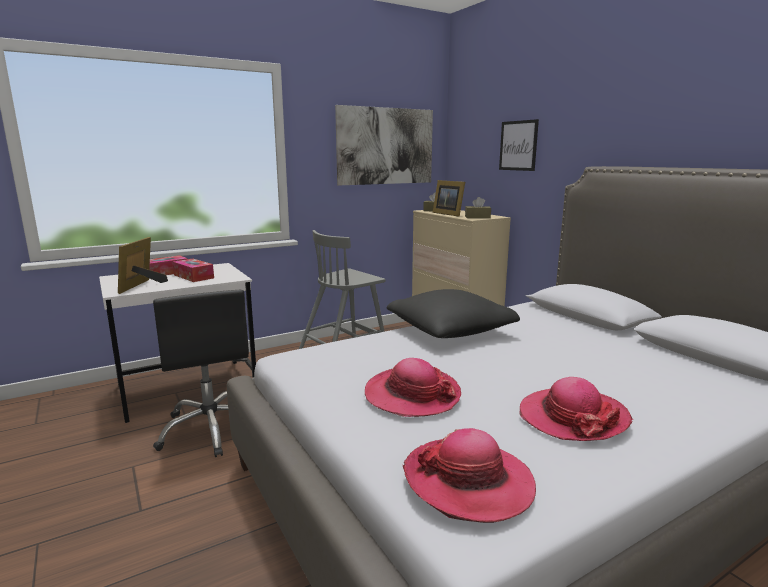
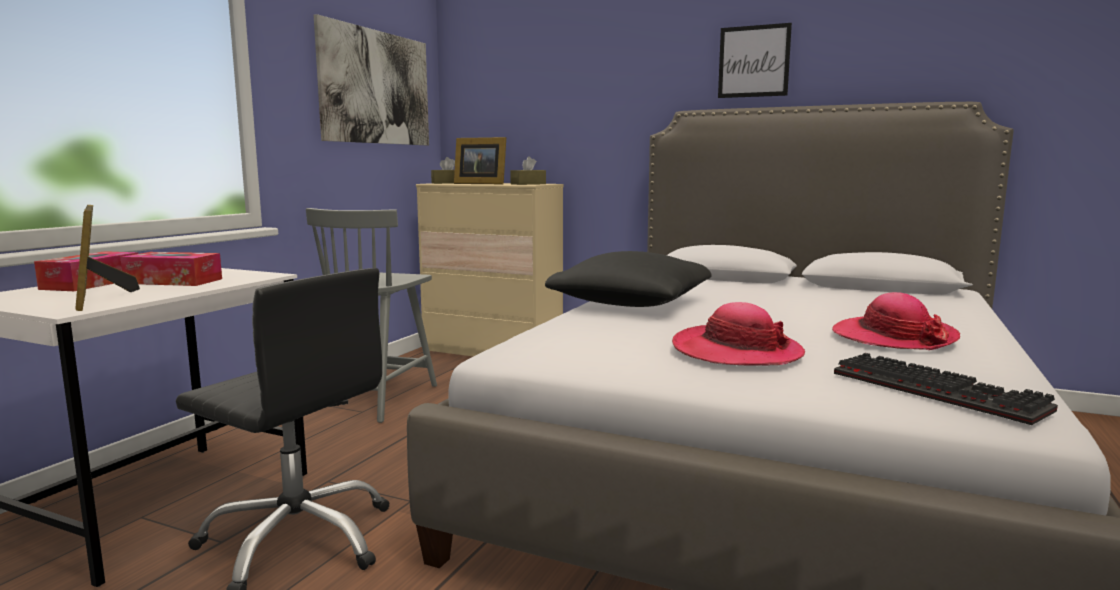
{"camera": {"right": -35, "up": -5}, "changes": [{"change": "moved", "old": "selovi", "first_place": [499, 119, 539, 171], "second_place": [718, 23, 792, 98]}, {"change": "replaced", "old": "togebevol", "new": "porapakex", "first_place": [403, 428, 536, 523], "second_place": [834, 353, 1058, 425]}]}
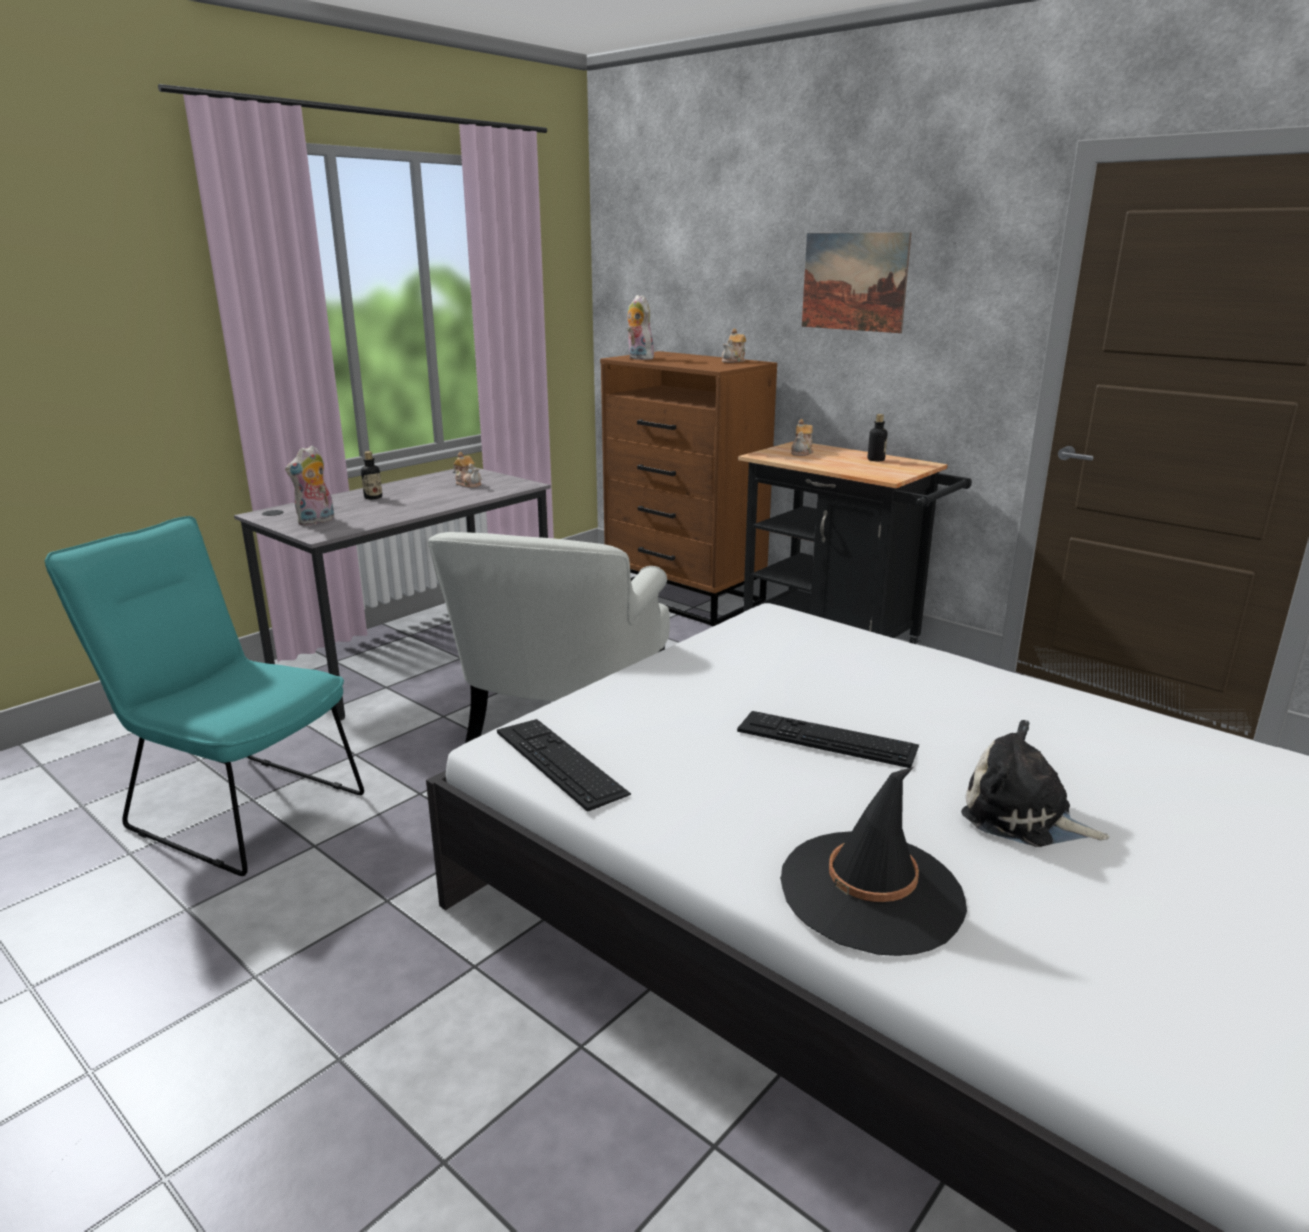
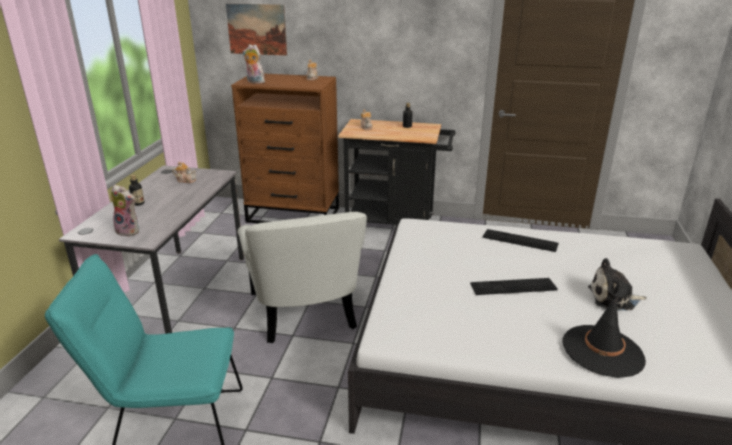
{"camera": {"right": -30, "up": 5}, "changes": [{"change": "moved", "old": "selovi", "first_place": [802, 232, 911, 333], "second_place": [226, 3, 287, 56]}, {"change": "turned", "old": "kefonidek", "first_place": [285, 445, 334, 526], "second_place": [111, 184, 139, 237], "degrees": -75}, {"change": "moved", "old": "porapakex", "first_place": [497, 719, 631, 812], "second_place": [483, 229, 559, 252]}]}
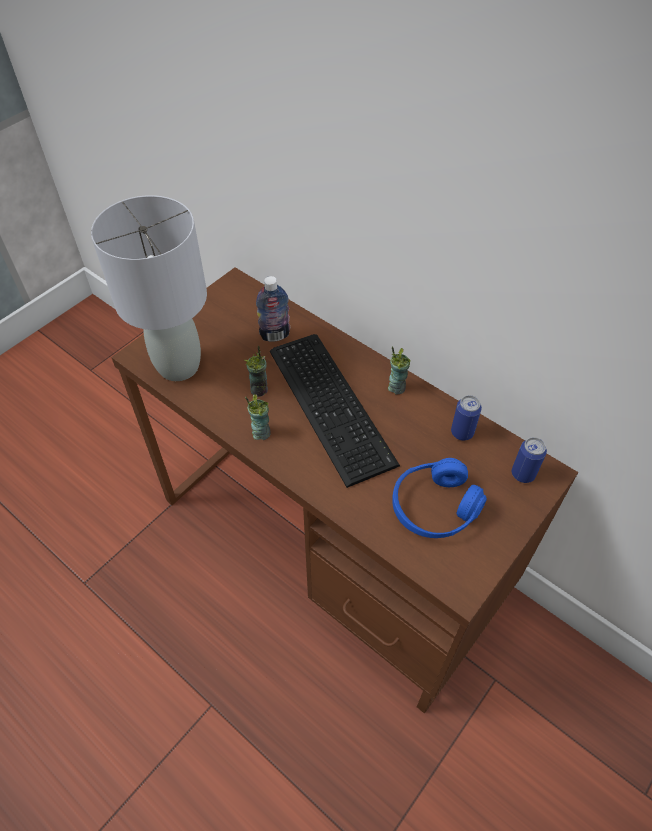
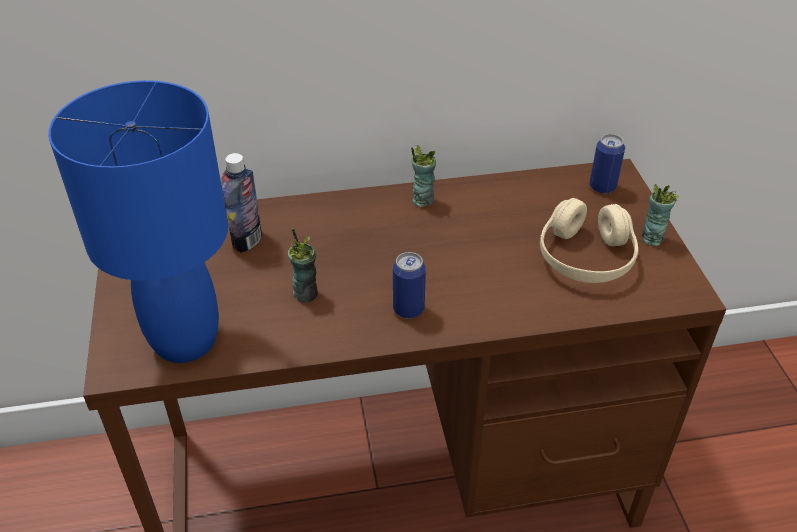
{"camera": {"right": -50, "up": -10}, "changes": [{"change": "recoloured", "old": "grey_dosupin", "new": "blue_dosupin", "first_place": [91, 195, 207, 381], "second_place": [48, 80, 228, 363]}, {"change": "removed", "old": "porapakex", "first_place": [270, 334, 400, 488]}, {"change": "moved", "old": "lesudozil", "first_place": [245, 394, 271, 440], "second_place": [642, 184, 679, 246]}, {"change": "moved", "old": "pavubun", "first_place": [451, 395, 482, 441], "second_place": [393, 252, 426, 319]}, {"change": "recoloured", "old": "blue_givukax", "new": "beige_givukax", "first_place": [392, 458, 487, 538], "second_place": [539, 198, 639, 283]}]}
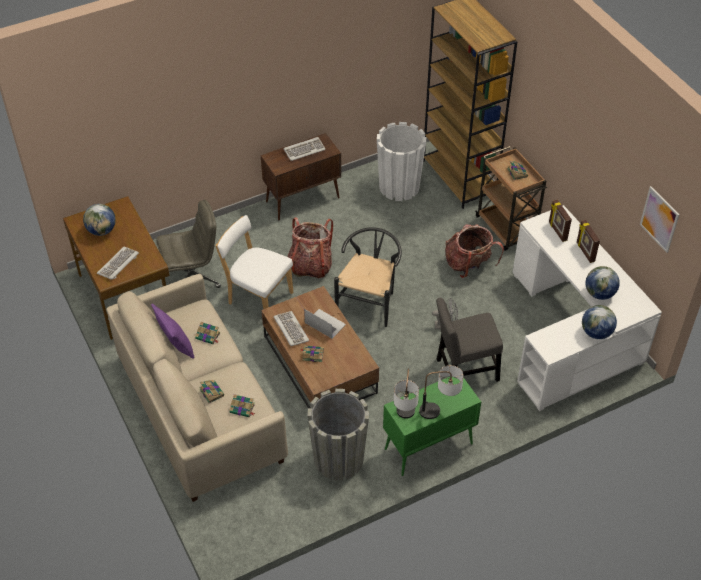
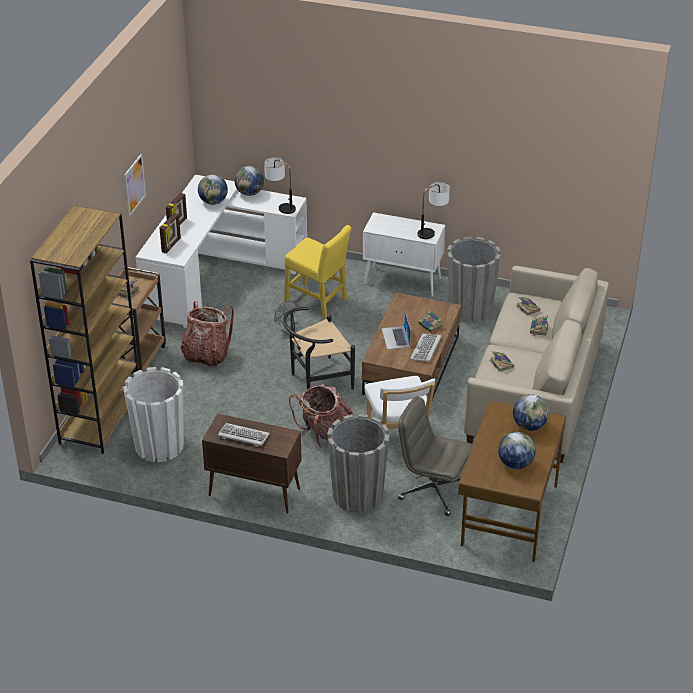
{"camera": {"right": -135, "up": -10}, "changes": [{"change": "moved", "old": "selovi", "first_place": [640, 186, 679, 253], "second_place": [124, 154, 146, 217]}, {"change": "replaced", "old": "porapakex", "new": "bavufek", "first_place": [97, 247, 139, 280], "second_place": [513, 394, 549, 431]}, {"change": "recoloured", "old": "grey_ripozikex", "new": "yellow_ripozikex", "first_place": [436, 298, 503, 382], "second_place": [284, 225, 351, 318]}, {"change": "removed", "old": "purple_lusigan", "first_place": [151, 304, 195, 359]}, {"change": "moved", "old": "dosupin", "first_place": [419, 365, 464, 419], "second_place": [264, 157, 296, 214]}, {"change": "recoloured", "old": "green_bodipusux", "new": "white_bodipusux", "first_place": [383, 377, 481, 476], "second_place": [363, 212, 445, 297]}, {"change": "added", "new": "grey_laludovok", "second_place": [327, 414, 390, 513]}]}
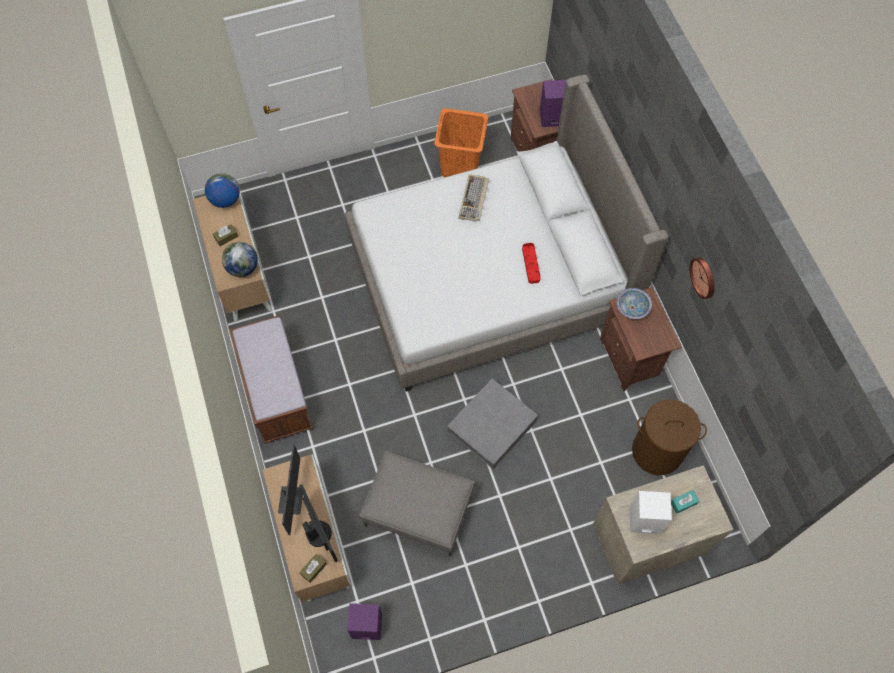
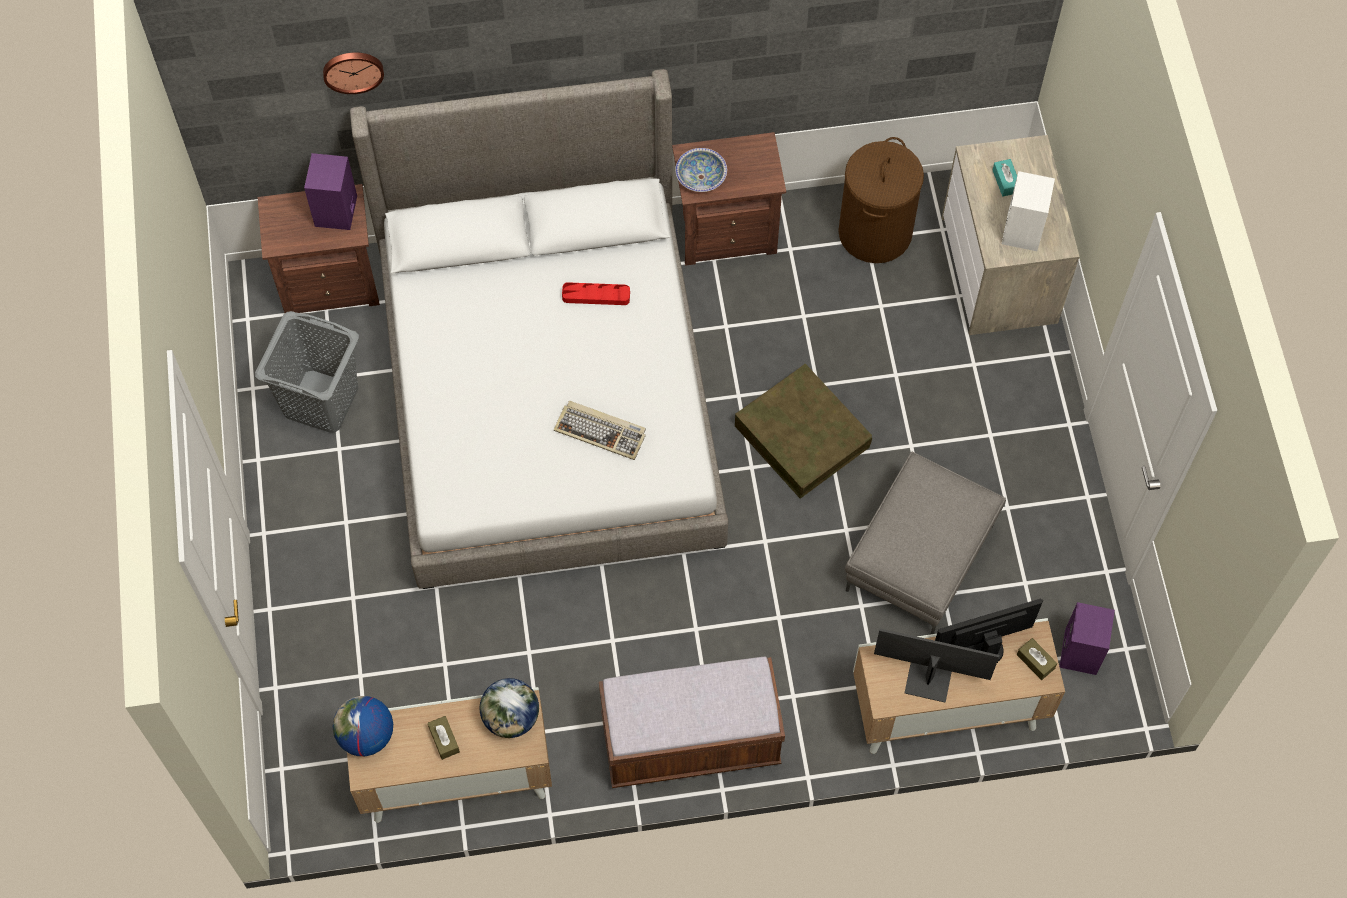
{"camera": {"right": -80, "up": 0}, "changes": [{"change": "recoloured", "old": "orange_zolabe", "new": "grey_zolabe", "first_place": [434, 108, 488, 177], "second_place": [255, 311, 359, 433]}, {"change": "moved", "old": "porapakex", "first_place": [458, 174, 489, 221], "second_place": [554, 401, 646, 460]}, {"change": "moved", "old": "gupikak", "first_place": [689, 257, 715, 299], "second_place": [323, 52, 384, 94]}, {"change": "recoloured", "old": "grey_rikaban", "new": "brown_rikaban", "first_place": [448, 378, 538, 469], "second_place": [735, 364, 872, 498]}]}
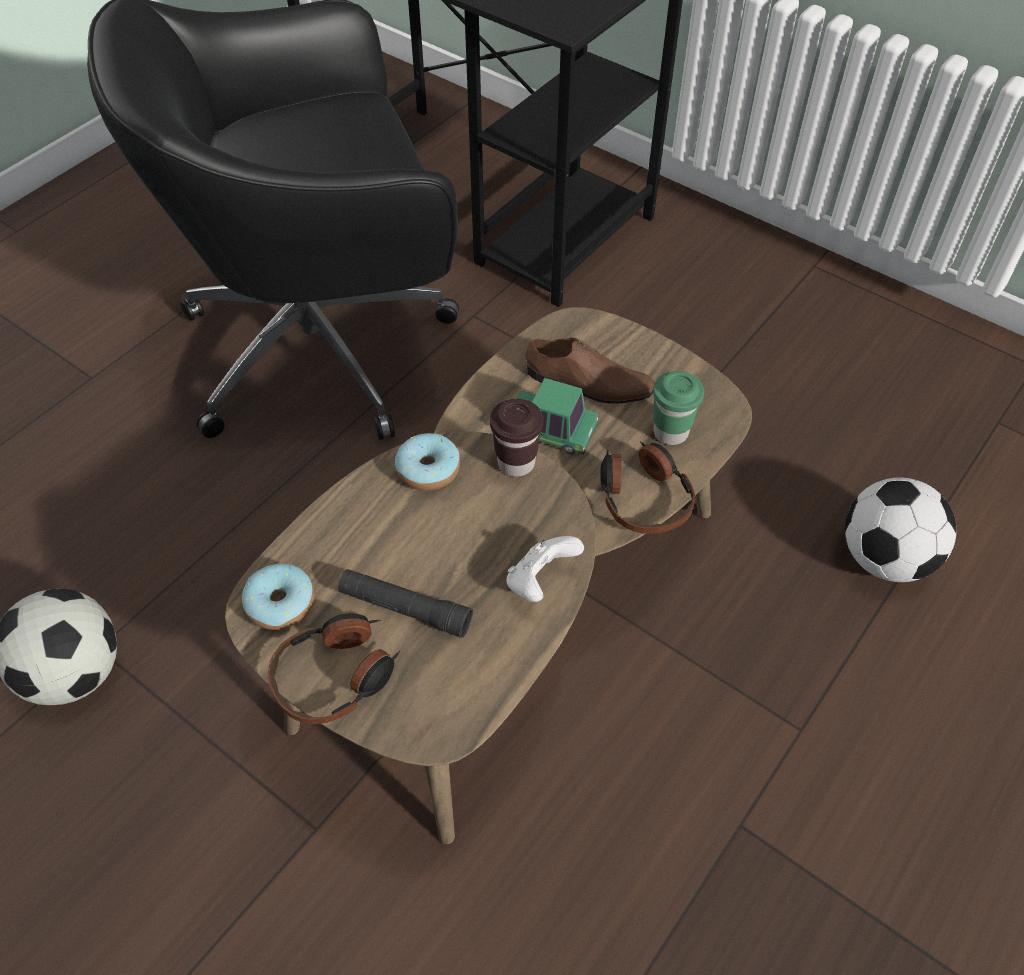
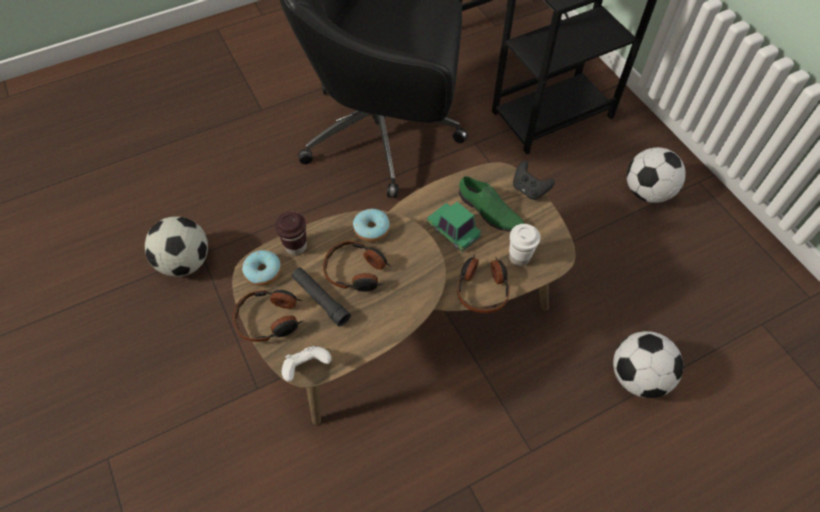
{"camera": {"right": 25, "up": 5}, "changes": [{"change": "recoloured", "old": "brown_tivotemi", "new": "green_tivotemi", "first_place": [526, 338, 655, 403], "second_place": [459, 176, 525, 232]}, {"change": "recoloured", "old": "green_lesudozil", "new": "white_lesudozil", "first_place": [653, 371, 704, 445], "second_place": [509, 224, 540, 266]}, {"change": "moved", "old": "brown_lesudozil", "first_place": [490, 399, 543, 477], "second_place": [275, 212, 307, 255]}, {"change": "moved", "old": "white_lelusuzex", "first_place": [506, 536, 584, 602], "second_place": [282, 346, 332, 382]}, {"change": "added", "new": "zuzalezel", "second_place": [627, 147, 686, 203]}, {"change": "added", "new": "black_lelusuzex", "second_place": [513, 160, 555, 200]}, {"change": "added", "new": "givukax", "second_place": [323, 241, 391, 292]}]}
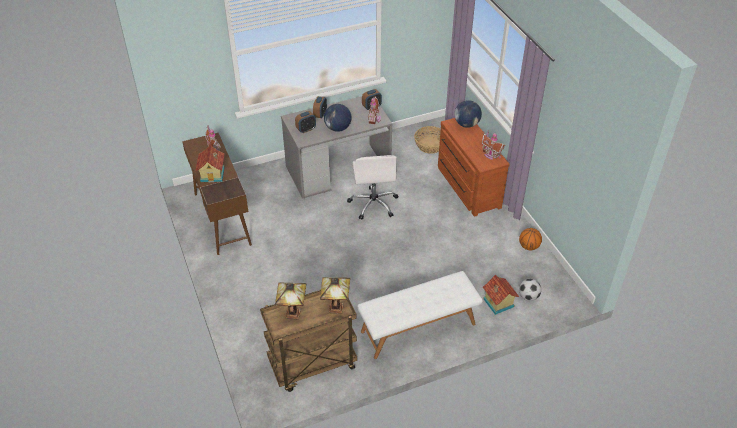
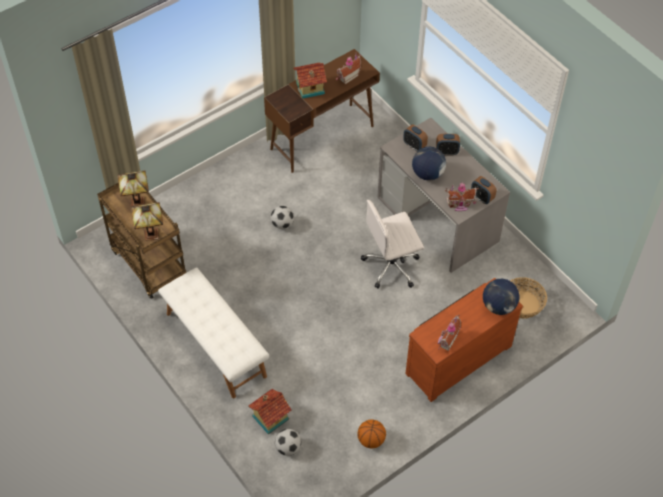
{"camera": {"right": 75, "up": 10}, "changes": [{"change": "added", "new": "zuzalezel", "second_place": [271, 206, 294, 229]}]}
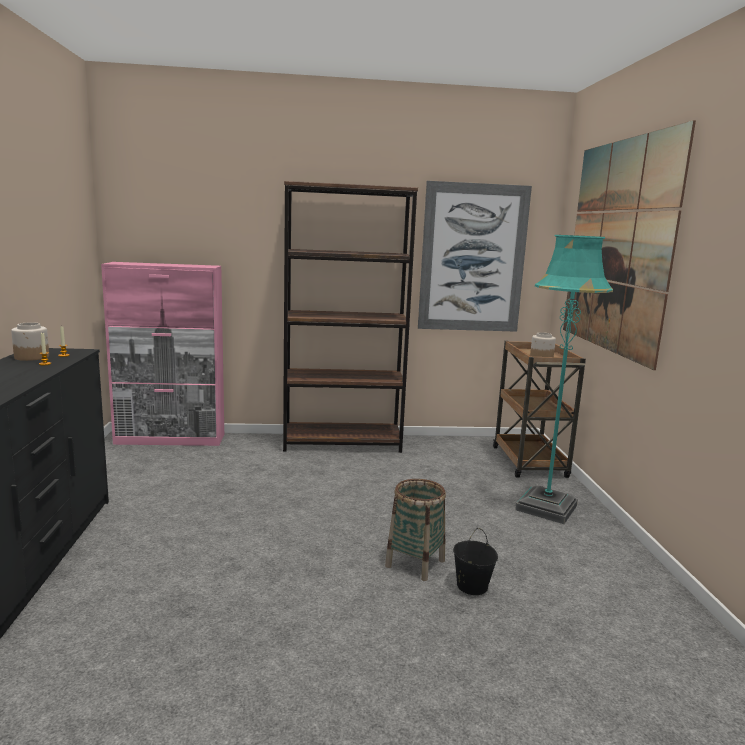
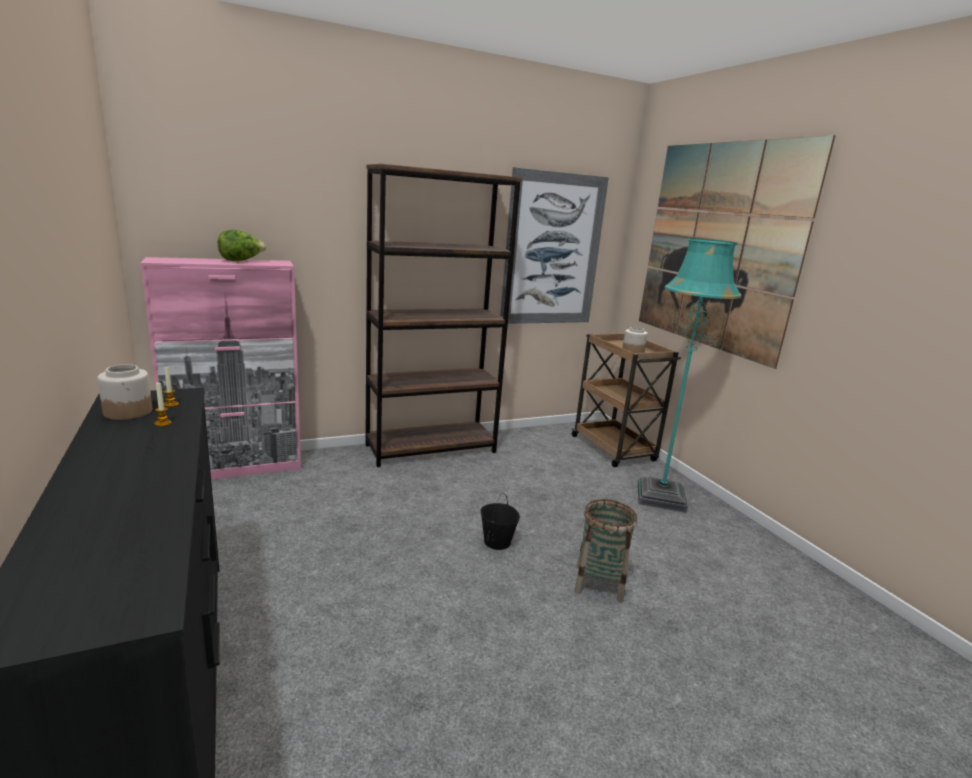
{"camera": {"right": -20, "up": 5}, "changes": [{"change": "moved", "old": "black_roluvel", "first_place": [453, 528, 498, 595], "second_place": [480, 493, 520, 550]}, {"change": "added", "new": "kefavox", "second_place": [218, 230, 267, 261]}]}
